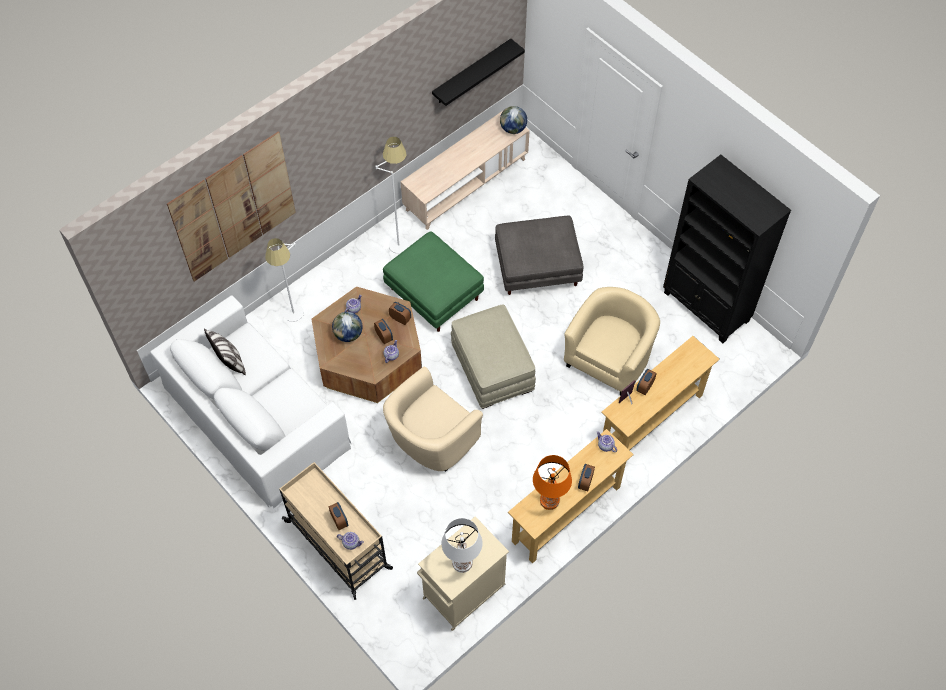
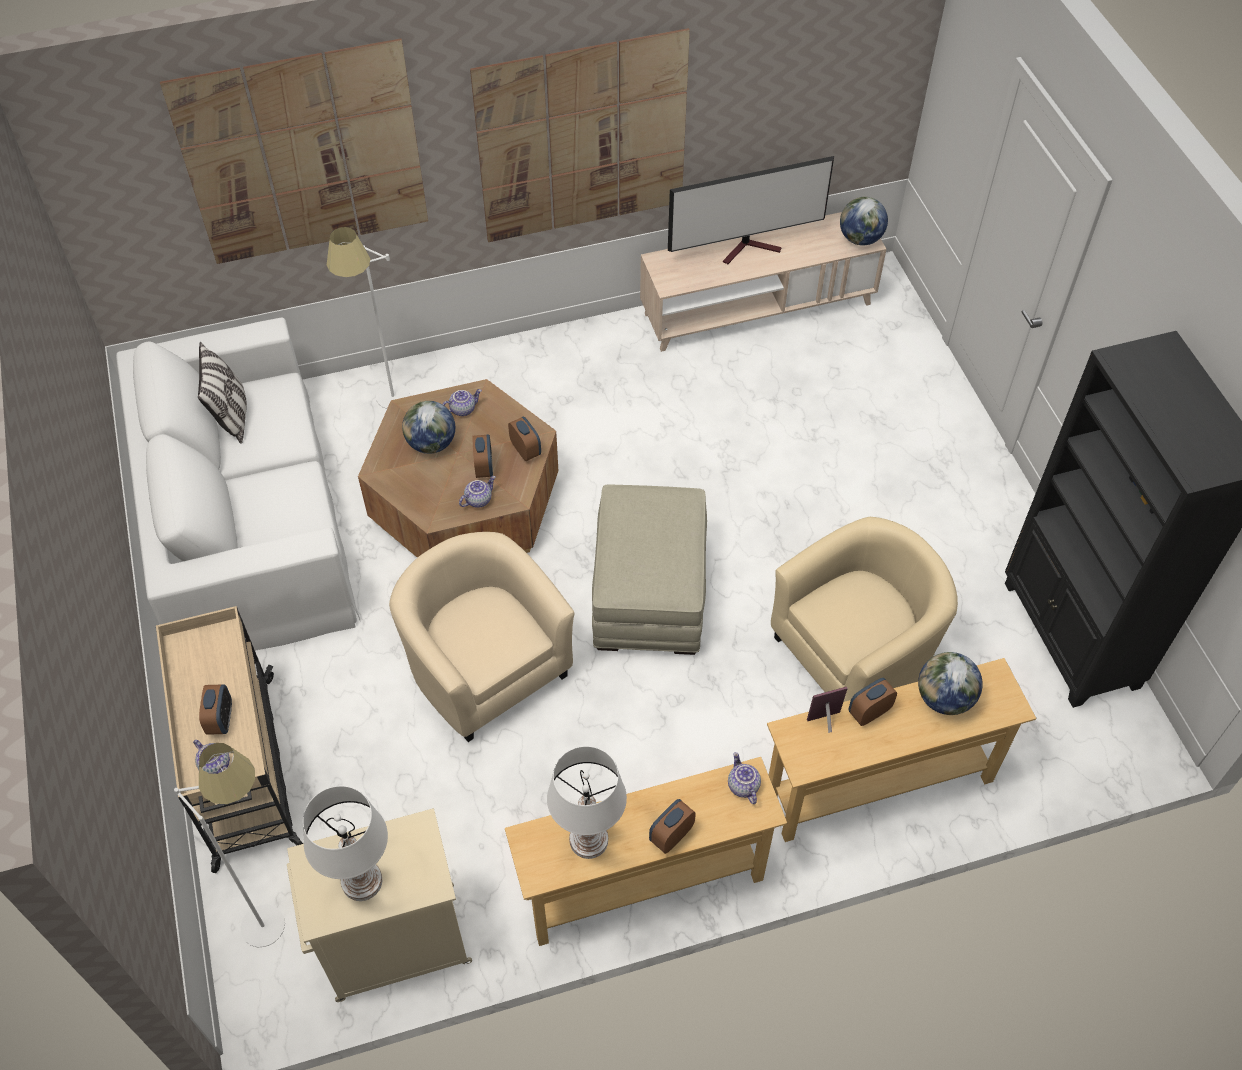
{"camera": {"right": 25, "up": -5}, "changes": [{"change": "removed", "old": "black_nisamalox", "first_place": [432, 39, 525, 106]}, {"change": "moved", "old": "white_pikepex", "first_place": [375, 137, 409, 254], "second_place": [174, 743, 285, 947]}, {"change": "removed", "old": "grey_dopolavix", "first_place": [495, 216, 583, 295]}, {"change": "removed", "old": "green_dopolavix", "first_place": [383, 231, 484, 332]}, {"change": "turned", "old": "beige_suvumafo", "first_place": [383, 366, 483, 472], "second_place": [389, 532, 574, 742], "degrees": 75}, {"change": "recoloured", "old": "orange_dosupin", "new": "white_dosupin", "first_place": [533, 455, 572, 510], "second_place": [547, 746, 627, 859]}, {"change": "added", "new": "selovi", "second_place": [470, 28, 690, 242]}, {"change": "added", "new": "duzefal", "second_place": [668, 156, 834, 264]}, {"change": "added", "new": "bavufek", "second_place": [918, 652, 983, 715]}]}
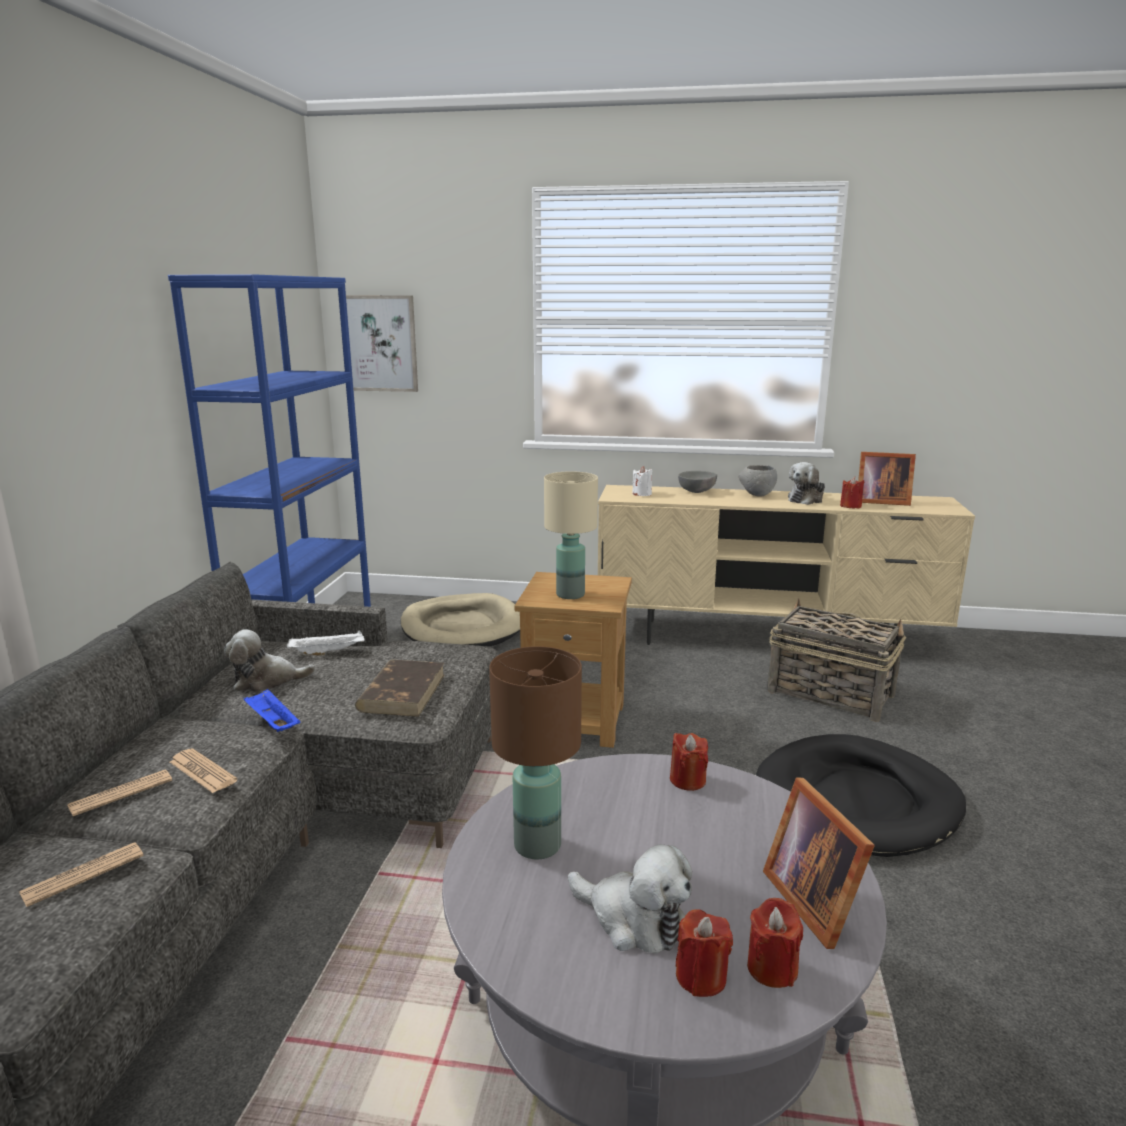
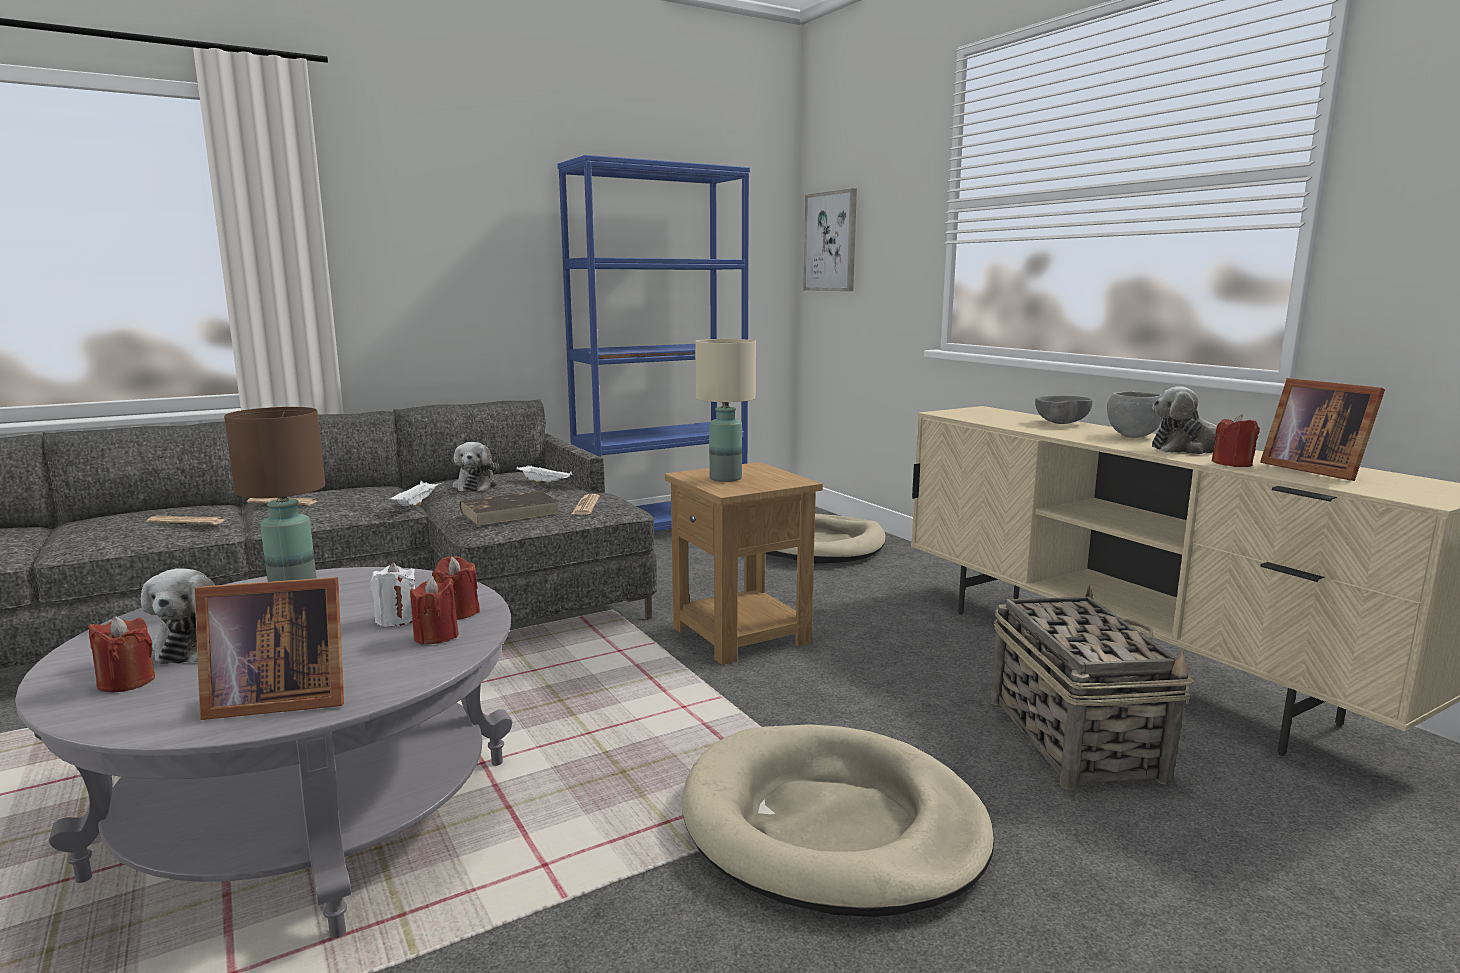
{"camera": {"right": 50, "up": -5}, "changes": [{"change": "moved", "old": "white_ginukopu", "first_place": [632, 466, 653, 496], "second_place": [370, 563, 415, 627]}, {"change": "turned", "old": "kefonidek", "first_place": [224, 629, 316, 692], "second_place": [453, 442, 499, 492], "degrees": -135}, {"change": "recoloured", "old": "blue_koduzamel", "new": "white_koduzamel", "first_place": [243, 689, 301, 732], "second_place": [389, 480, 444, 506]}, {"change": "recoloured", "old": "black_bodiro", "new": "beige_bodiro", "first_place": [756, 734, 966, 857], "second_place": [682, 724, 994, 917]}, {"change": "moved", "old": "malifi", "first_place": [170, 748, 238, 793], "second_place": [572, 494, 600, 515]}, {"change": "turned", "old": "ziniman", "first_place": [763, 777, 875, 949], "second_place": [194, 577, 344, 720], "degrees": -135}, {"change": "moved", "old": "red_ginukopu", "first_place": [747, 898, 803, 988], "second_place": [410, 576, 459, 645]}]}
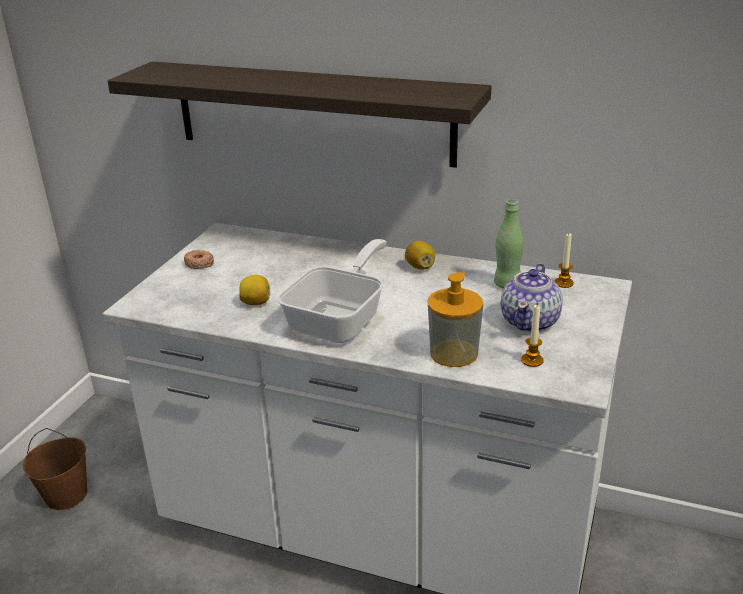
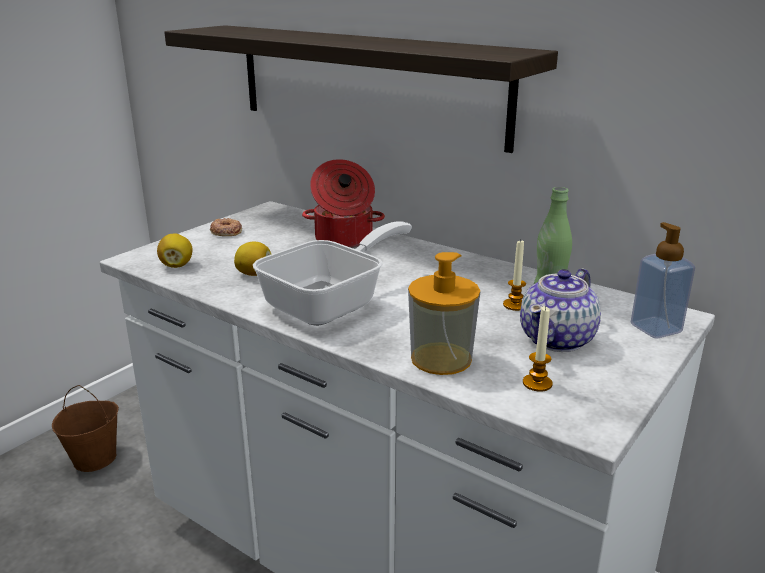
{"camera": {"right": 15, "up": -5}, "changes": [{"change": "moved", "old": "ginukopu", "first_place": [554, 233, 574, 288], "second_place": [503, 239, 526, 311]}, {"change": "moved", "old": "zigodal", "first_place": [405, 241, 435, 270], "second_place": [157, 233, 193, 268]}, {"change": "added", "new": "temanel", "second_place": [302, 159, 385, 248]}, {"change": "added", "new": "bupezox", "second_place": [631, 222, 695, 338]}]}
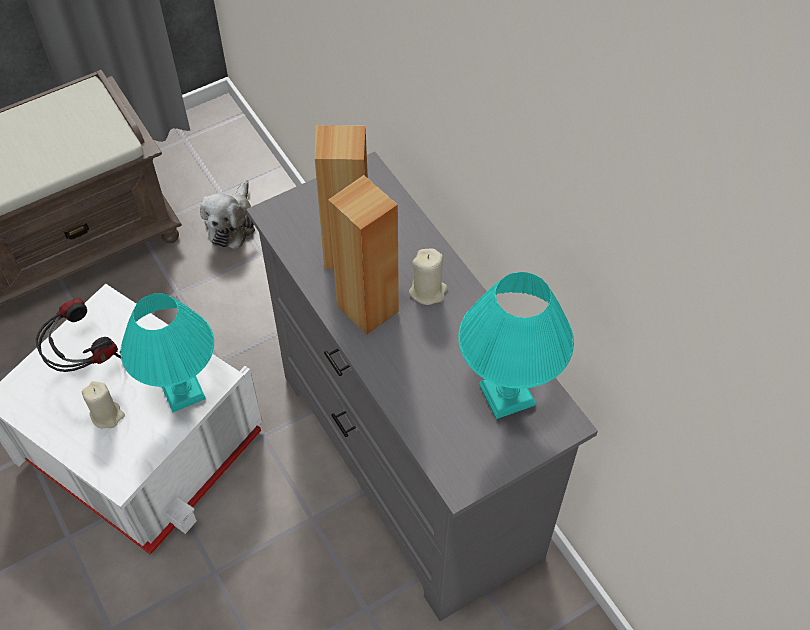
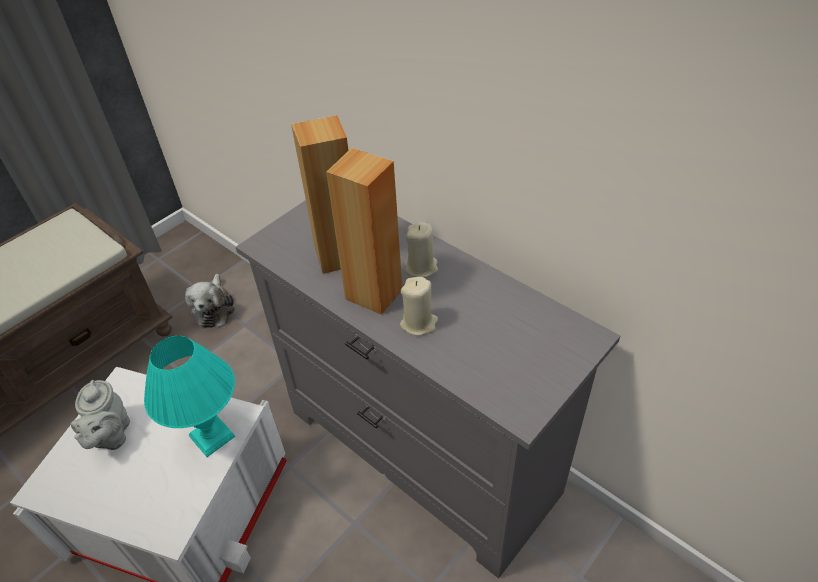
{"camera": {"right": -15, "up": -10}, "changes": [{"change": "removed", "old": "turquoise_dosupin", "first_place": [458, 272, 574, 419]}, {"change": "replaced", "old": "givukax", "new": "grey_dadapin", "first_place": [36, 298, 121, 372], "second_place": [71, 380, 130, 450]}, {"change": "moved", "old": "beige_ginukopu", "first_place": [82, 381, 125, 428], "second_place": [400, 277, 438, 336]}]}
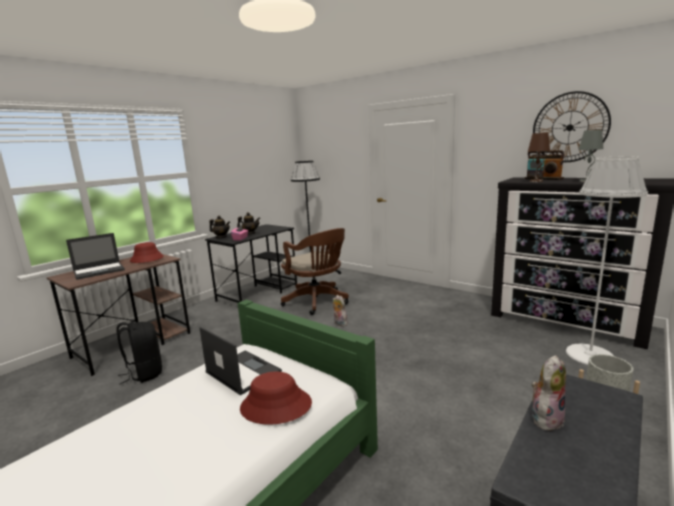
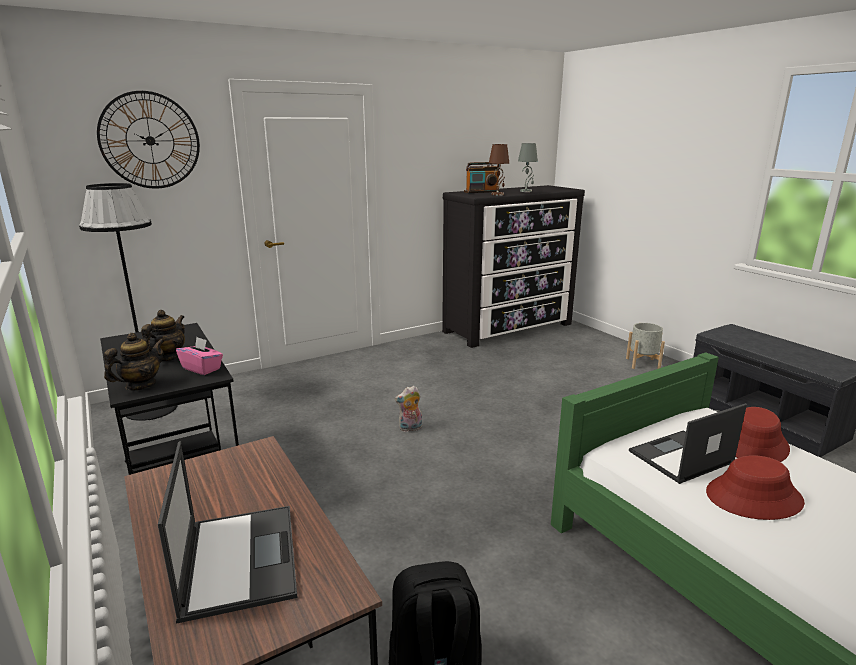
{"camera": {"right": -70, "up": 5}, "changes": [{"change": "moved", "old": "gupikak", "first_place": [533, 91, 611, 162], "second_place": [97, 91, 200, 188]}, {"change": "removed", "old": "white_pikepex", "first_place": [566, 157, 648, 365]}, {"change": "removed", "old": "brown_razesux", "first_place": [281, 228, 349, 315]}, {"change": "moved", "old": "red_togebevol", "first_place": [130, 242, 164, 263], "second_place": [706, 455, 805, 520]}, {"change": "removed", "old": "kefonidek", "first_place": [532, 355, 566, 433]}]}
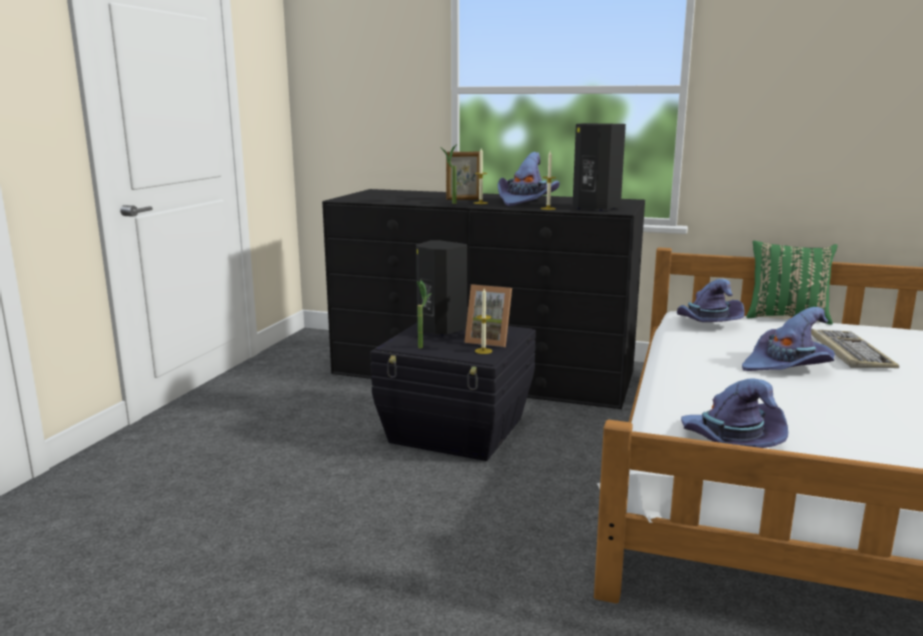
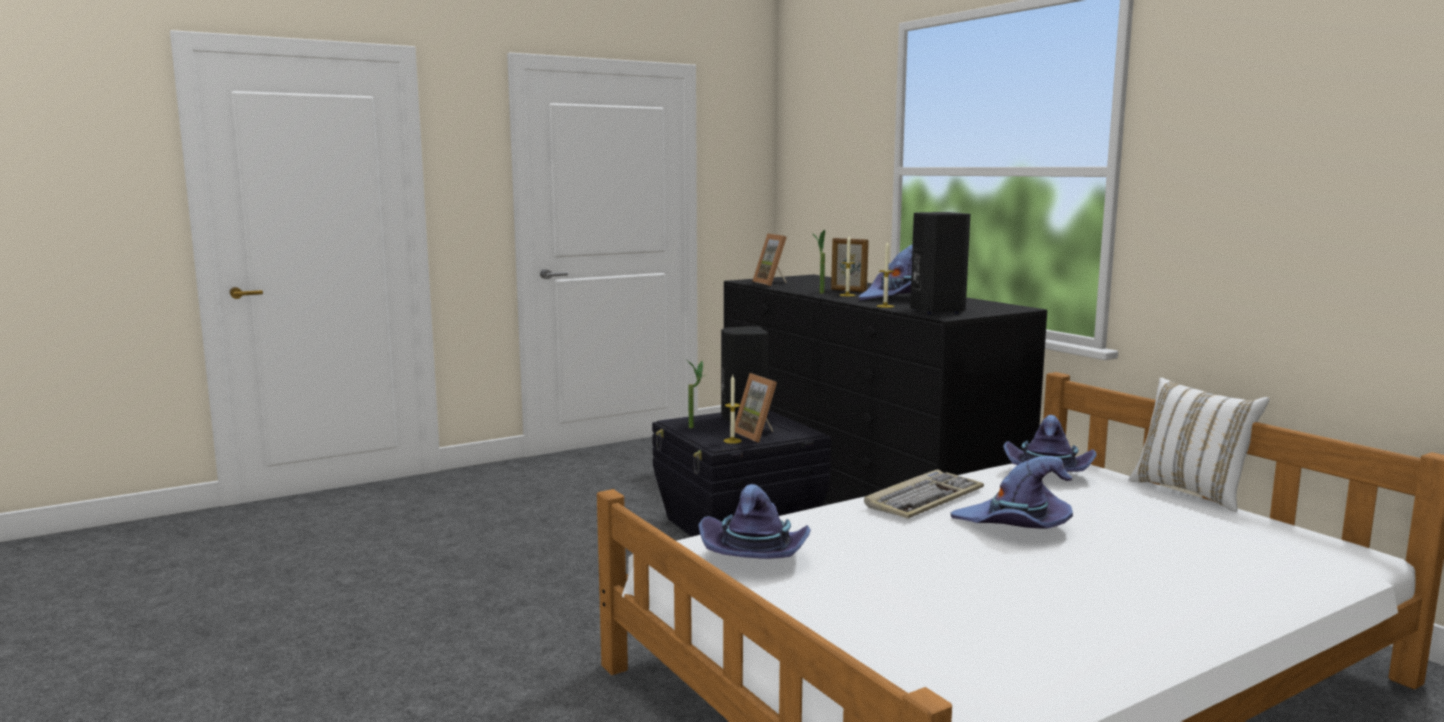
{"camera": {"right": 40, "up": -5}, "changes": [{"change": "recoloured", "old": "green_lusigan", "new": "white_lusigan", "first_place": [746, 241, 838, 325], "second_place": [1129, 377, 1269, 512]}, {"change": "moved", "old": "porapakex", "first_place": [811, 329, 899, 368], "second_place": [864, 470, 984, 519]}, {"change": "added", "new": "ziniman", "second_place": [753, 233, 787, 286]}]}
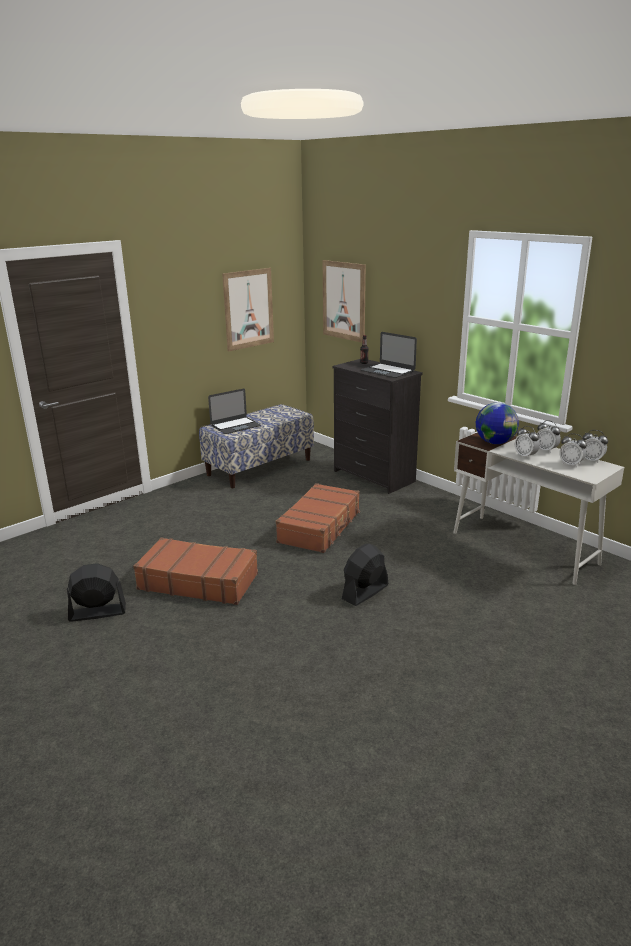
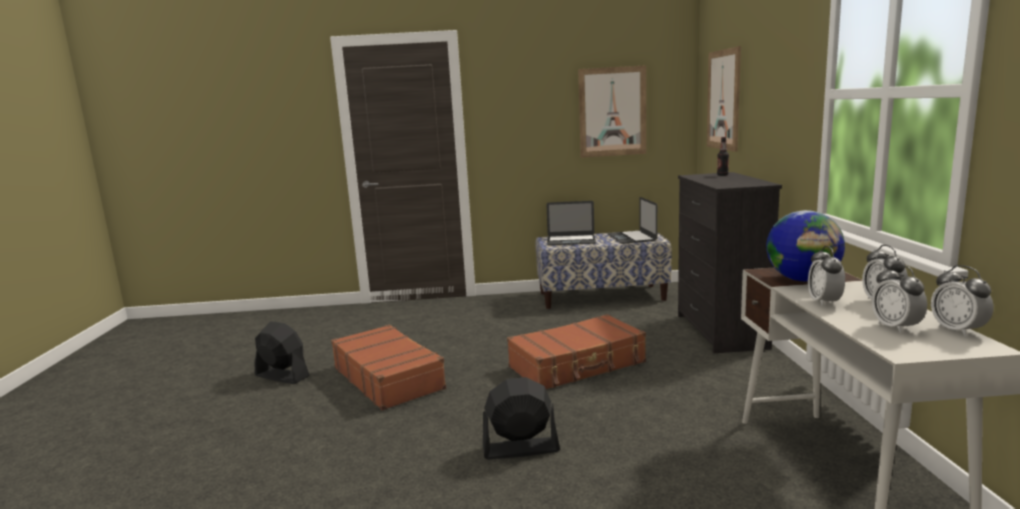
{"camera": {"right": 40, "up": -10}, "changes": [{"change": "moved", "old": "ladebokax", "first_place": [361, 332, 417, 378], "second_place": [607, 197, 657, 244]}]}
